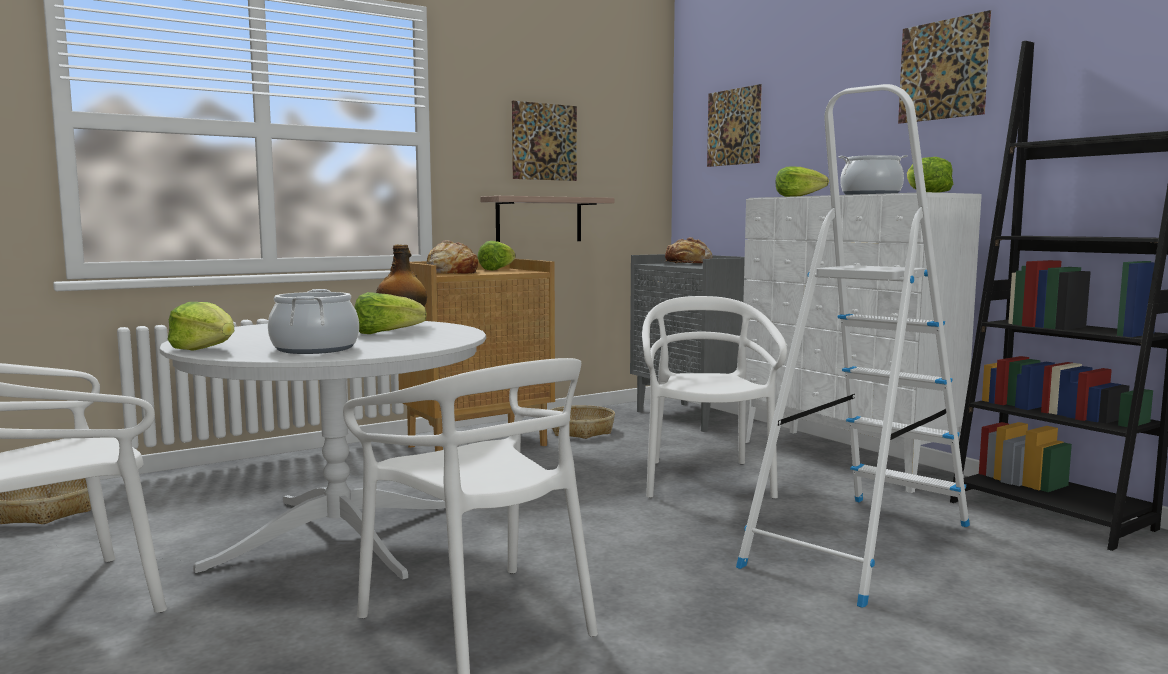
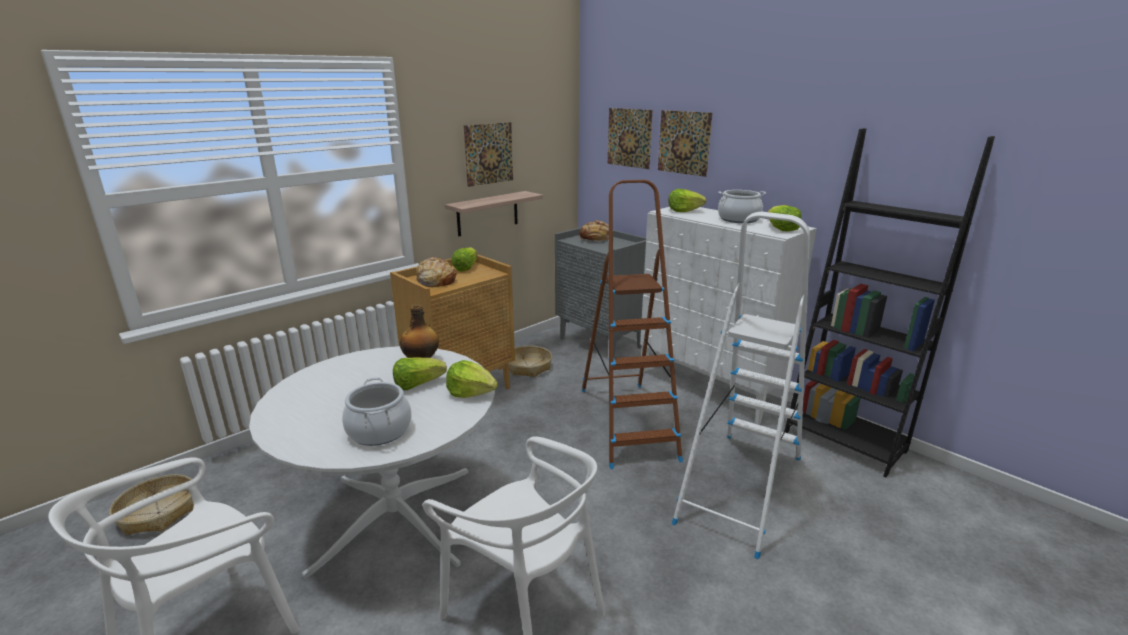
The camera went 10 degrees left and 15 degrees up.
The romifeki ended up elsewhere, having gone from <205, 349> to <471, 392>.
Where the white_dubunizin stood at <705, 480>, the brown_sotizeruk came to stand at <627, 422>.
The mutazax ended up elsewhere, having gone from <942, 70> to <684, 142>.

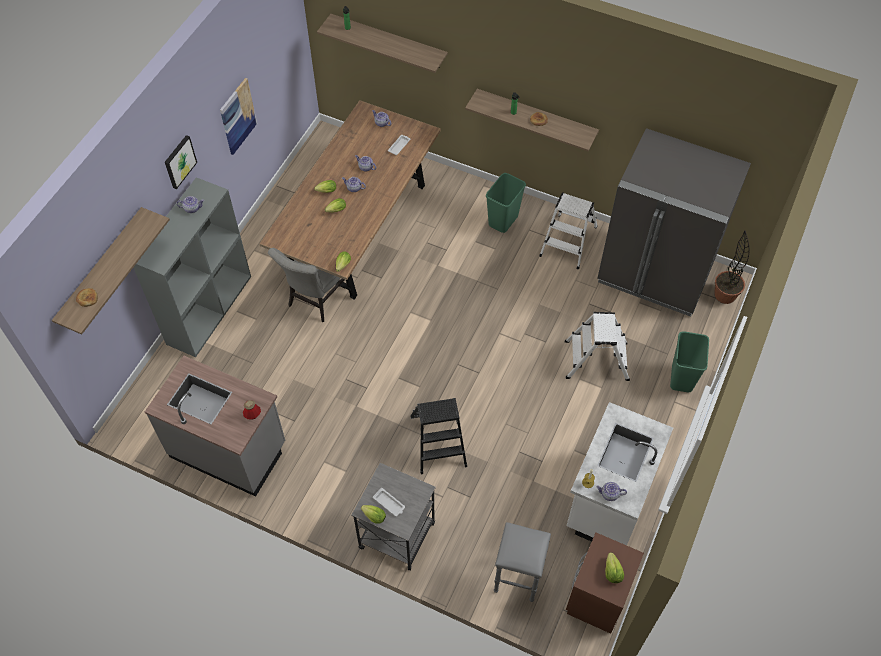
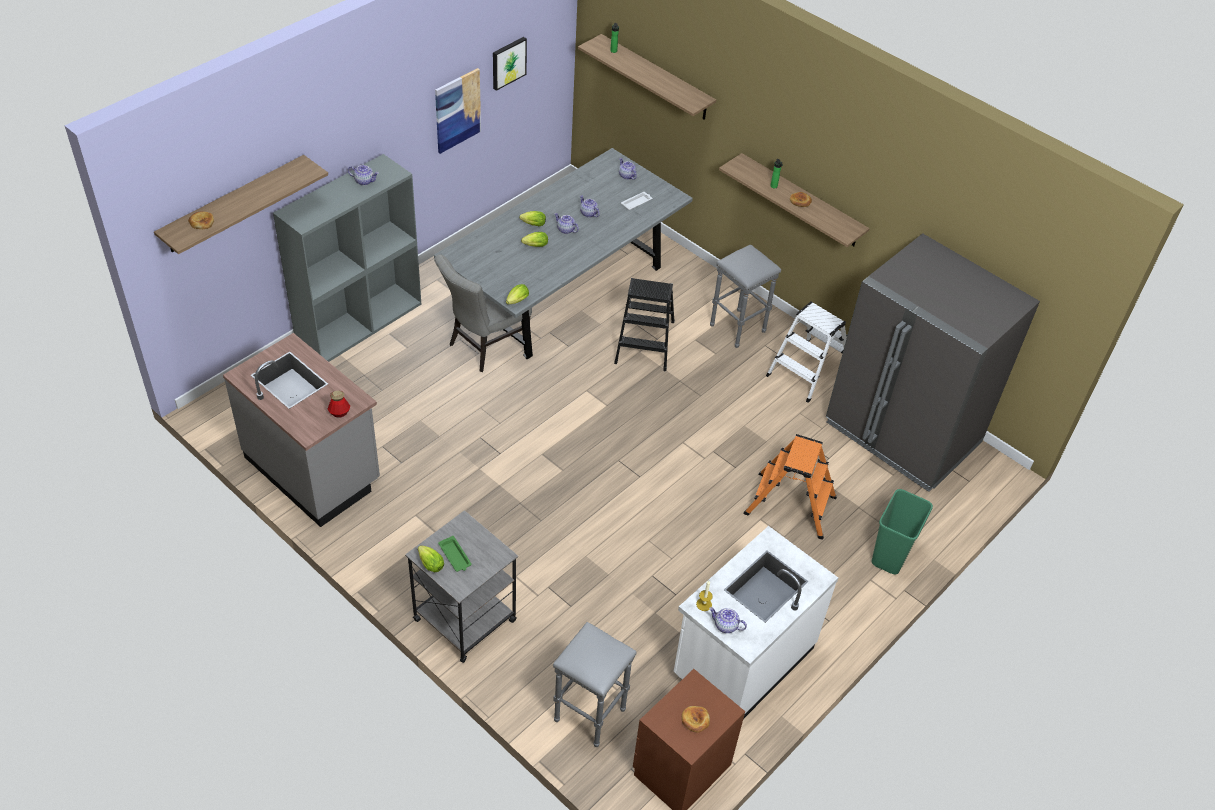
The camera went 15 degrees right and 10 degrees down.
The mutazax ended up elsewhere, having gone from <179, 161> to <508, 62>.
What was the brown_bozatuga at <358, 228> turned into the grey_bozatuga at <564, 289>.
What was the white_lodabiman at <389, 503> turned into the green_lodabiman at <455, 556>.
The black_sotizeruk ended up elsewhere, having gone from <438, 440> to <644, 341>.
Where the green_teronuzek stood at <503, 220>, the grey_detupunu came to stand at <737, 327>.
What was the white_sotizeruk at <596, 360> turned into the orange_sotizeruk at <790, 505>.
Where the romifeki stood at <612, 572>, the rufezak came to stand at <695, 720>.
The second view lost the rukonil at <725, 295>.

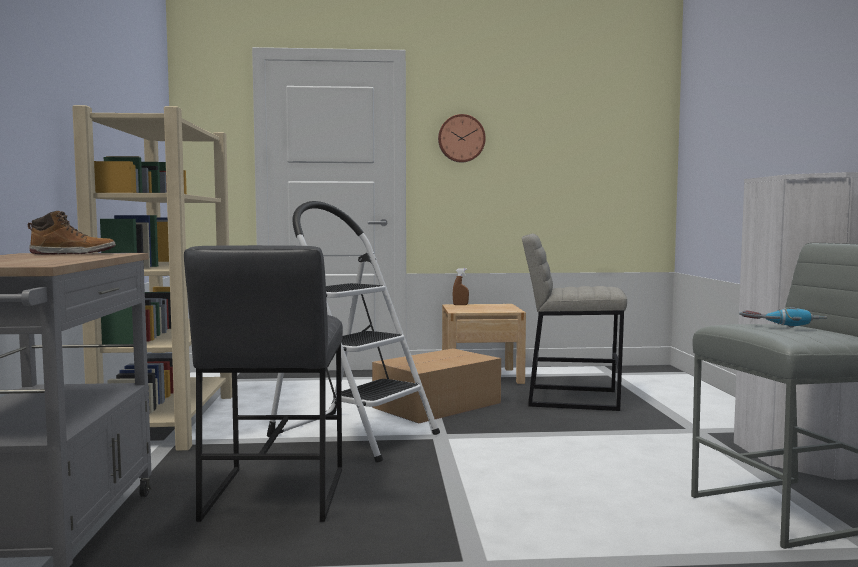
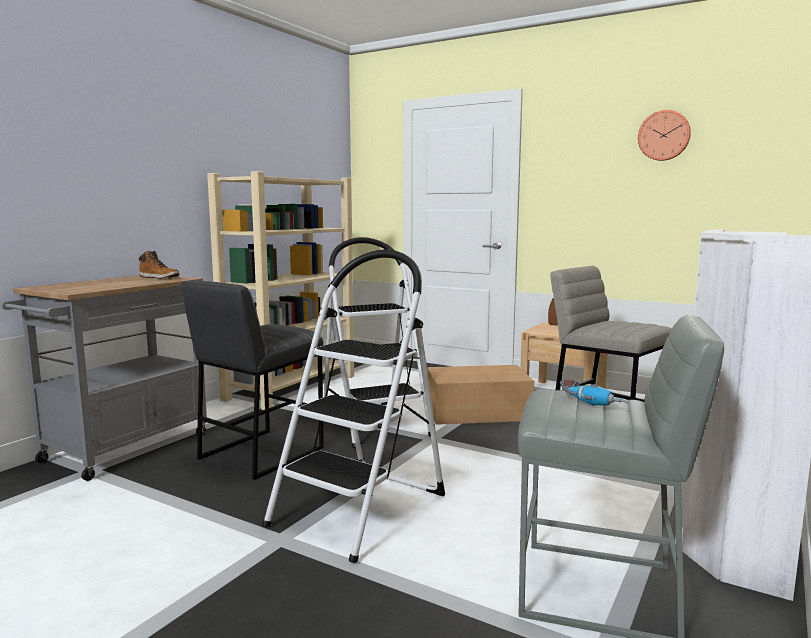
The camera went 35 degrees right and 5 degrees up.
The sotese ended up elsewhere, having gone from <461, 138> to <664, 135>.
The second view gained the sotizeruk at <363, 509>.

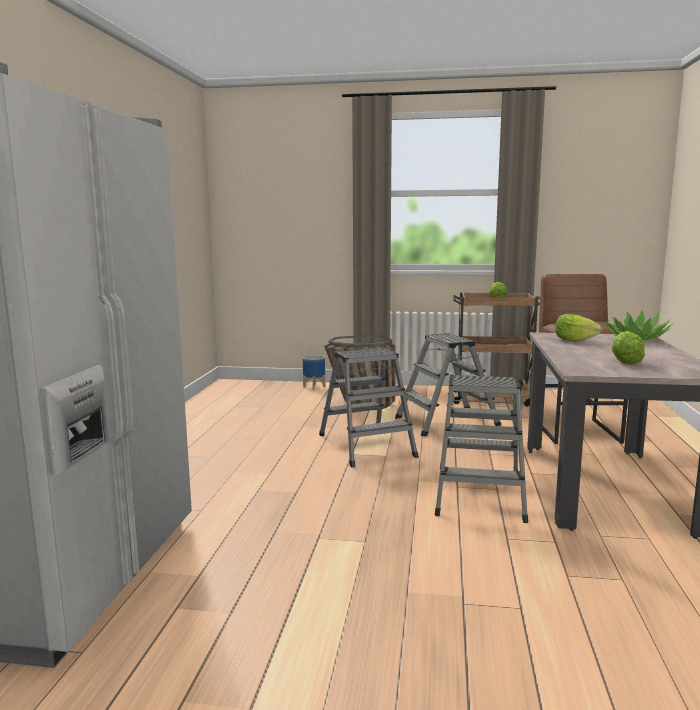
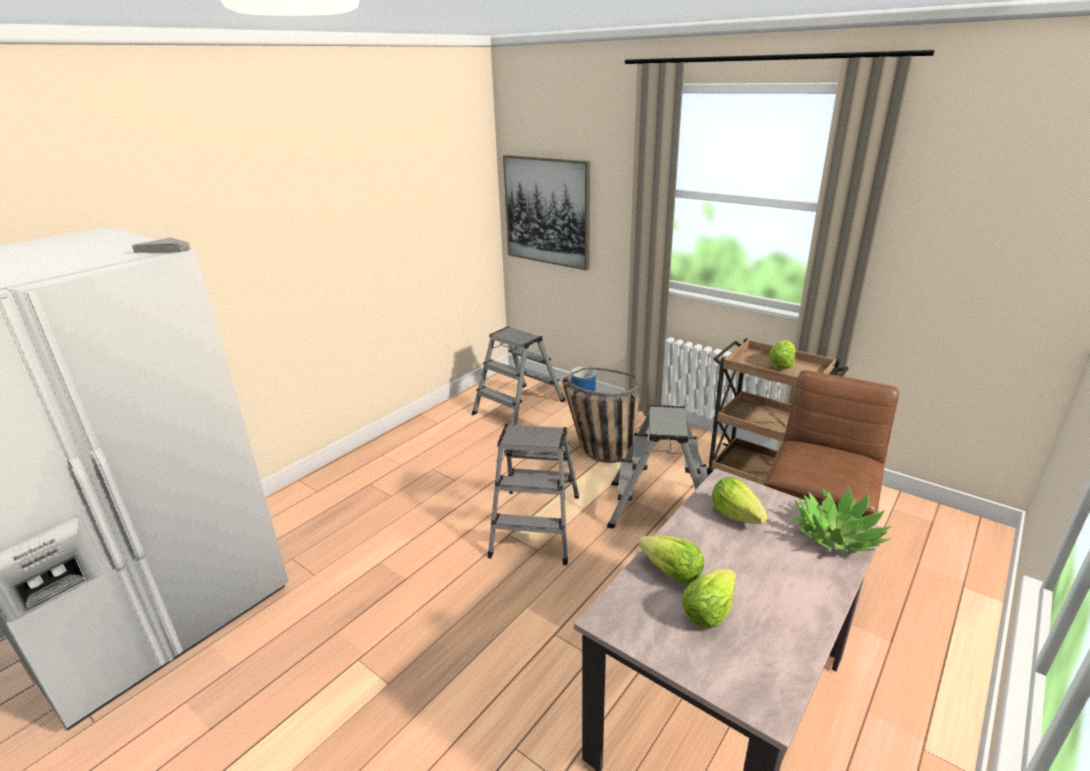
The camera went 30 degrees right and 15 degrees up.
The grey_sotizeruk ended up elsewhere, having gone from <479, 492> to <519, 407>.
The second view gained the mutazax at <547, 211>.
The second view gained the romifeki at <671, 573>.

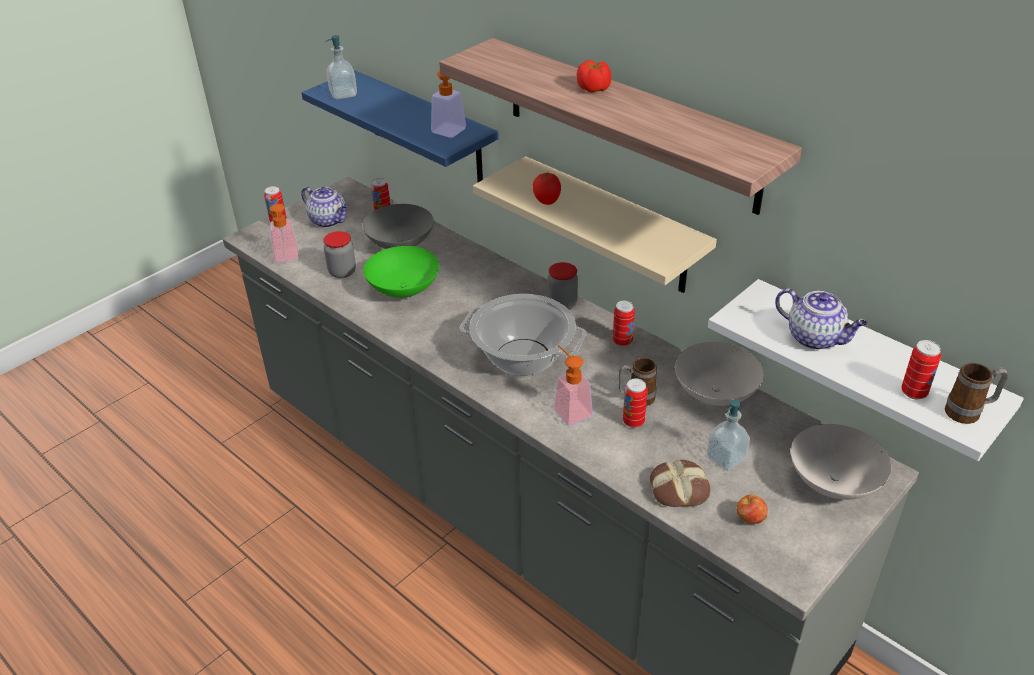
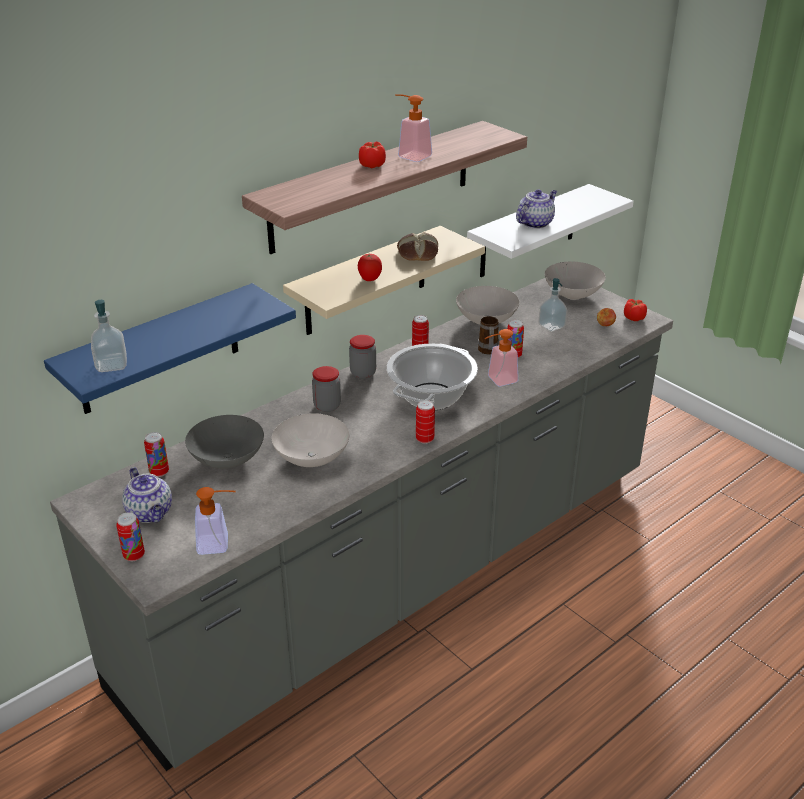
The camera went 85 degrees left and 5 degrees down.
The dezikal at <329, 220> ended up facing another way, 105 degrees clockwise from before.
The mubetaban ended up elsewhere, having gone from <342, 272> to <327, 406>.
What was the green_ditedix at <402, 290> turned into the white_ditedix at <312, 459>.
The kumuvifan ended up elsewhere, having gone from <452, 128> to <410, 155>.
The rufezak ended up elsewhere, having gone from <679, 488> to <417, 253>.
The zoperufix ended up elsewhere, having gone from <914, 392> to <425, 439>.
The second view lost the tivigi at <969, 413>.
The second view gained the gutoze at <634, 318>.

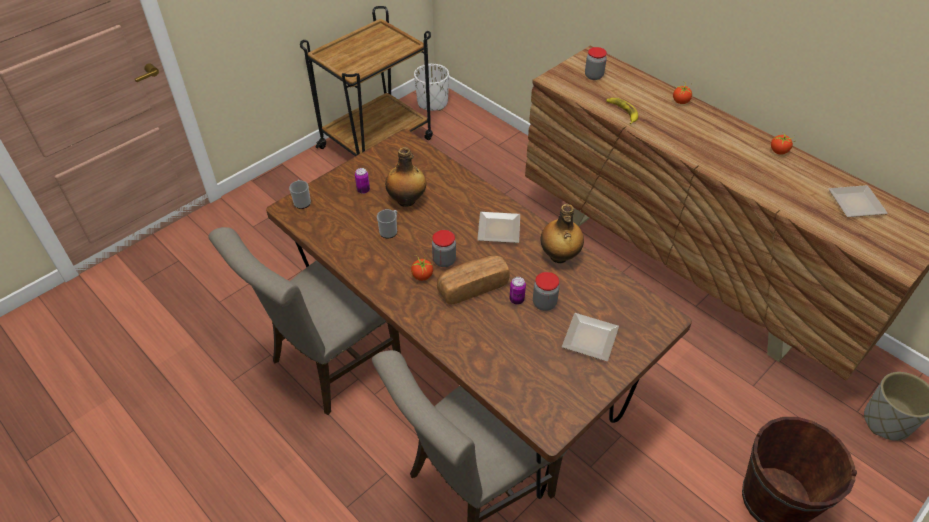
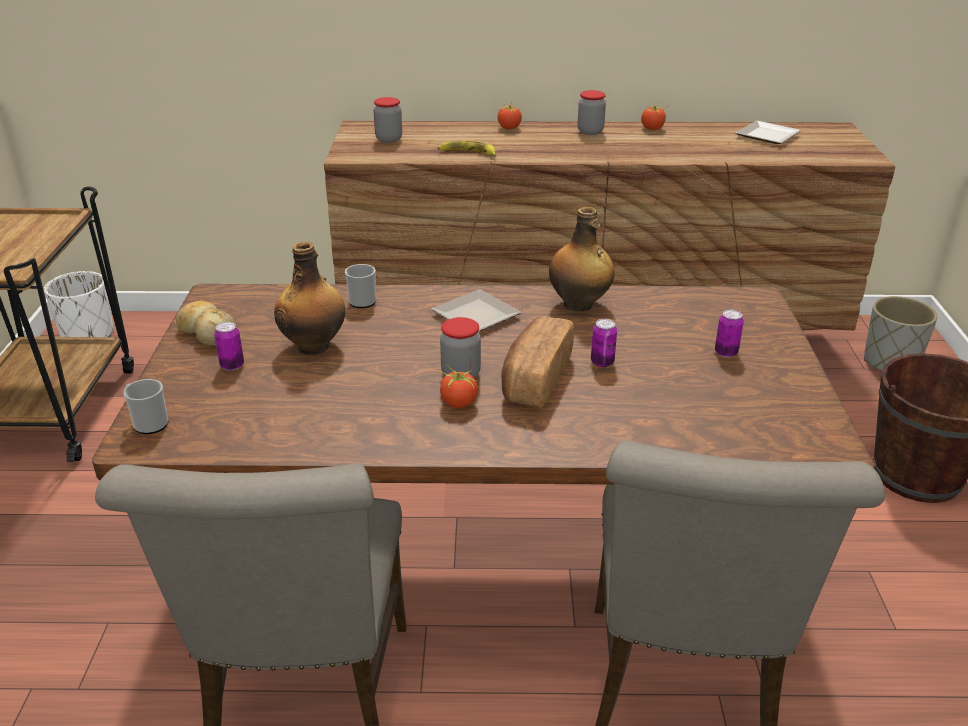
The camera went 45 degrees left and 15 degrees down.
The tivigi ended up elsewhere, having gone from <389, 231> to <362, 300>.
The mubetaban ended up elsewhere, having gone from <544, 303> to <590, 131>.
Where the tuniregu stood at <588, 339>, the zoperufix came to stand at <726, 352>.
The second view gained the rufezak at <207, 332>.

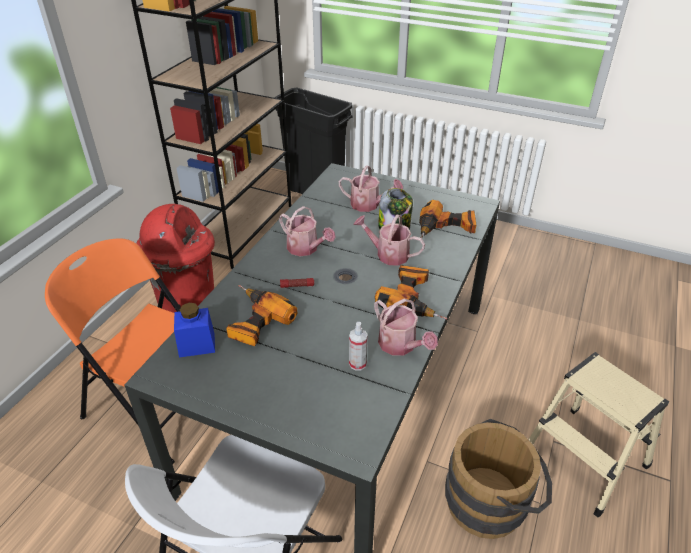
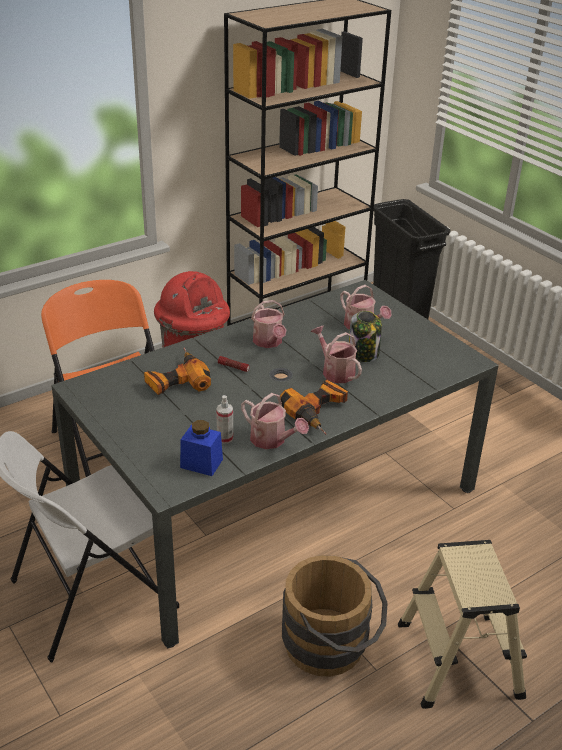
The camera went 30 degrees right and 5 degrees down.
The blue_mubetaban ended up elsewhere, having gone from <197, 345> to <201, 463>.
The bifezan at <401, 346> ended up facing another way, 45 degrees counterclockwise from before.
The second view lost the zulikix at <446, 230>.

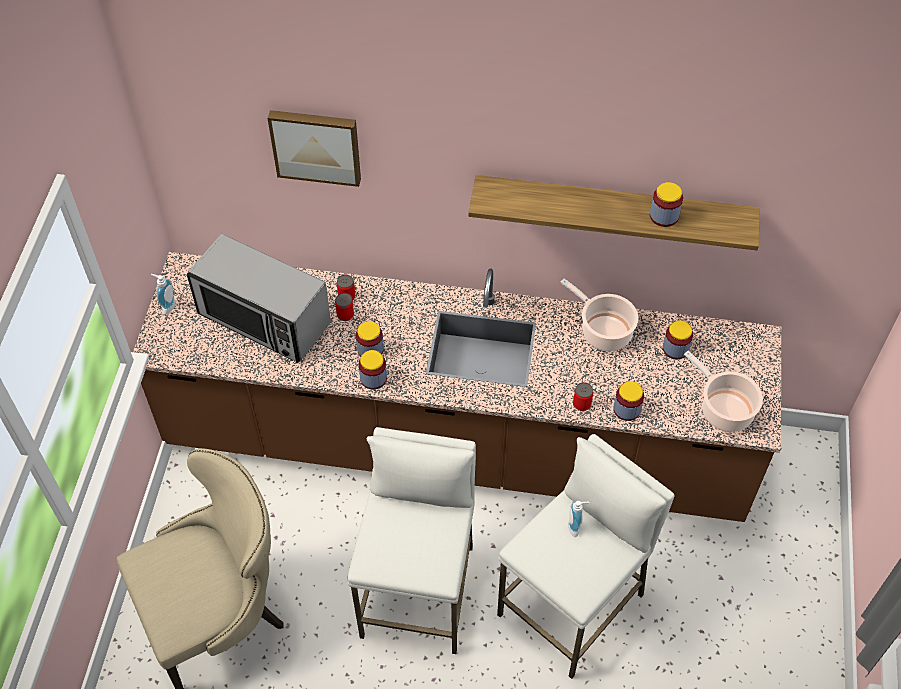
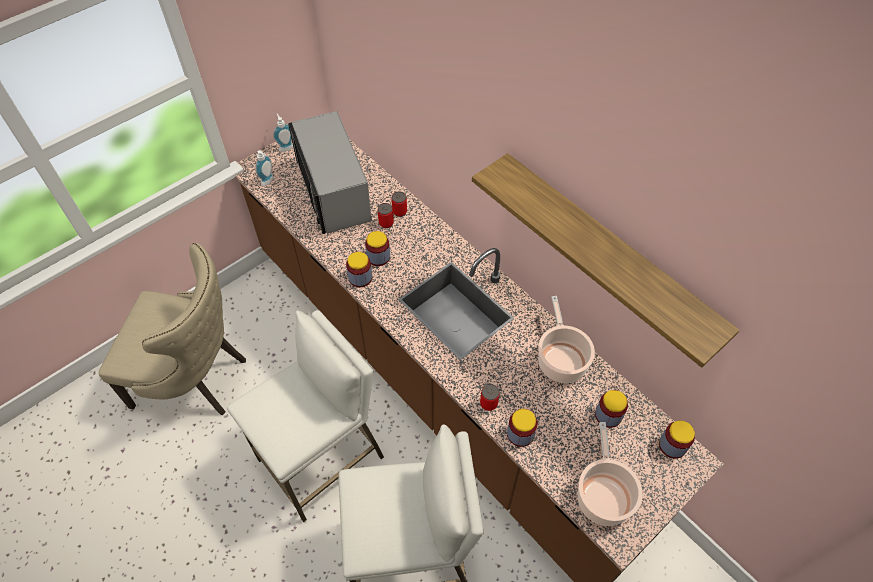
The camera went 40 degrees right and 0 degrees up.
The second view lost the mutazax at <316, 145>.
The kumuvifan ended up elsewhere, having gone from <576, 527> to <269, 182>.
The mubetaban ended up elsewhere, having gone from <664, 216> to <672, 445>.

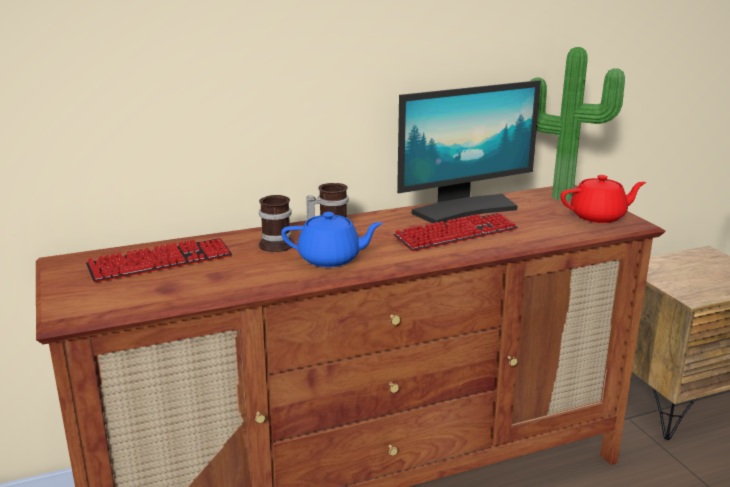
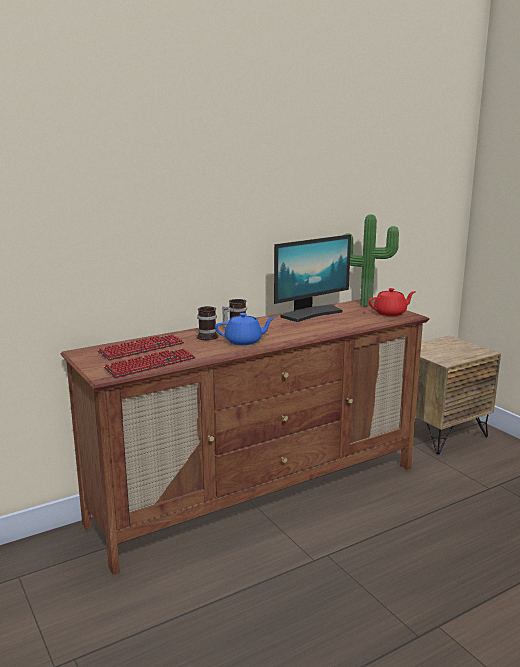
The camera went 10 degrees left and 5 degrees down.
The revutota ended up elsewhere, having gone from <456, 234> to <150, 364>.

